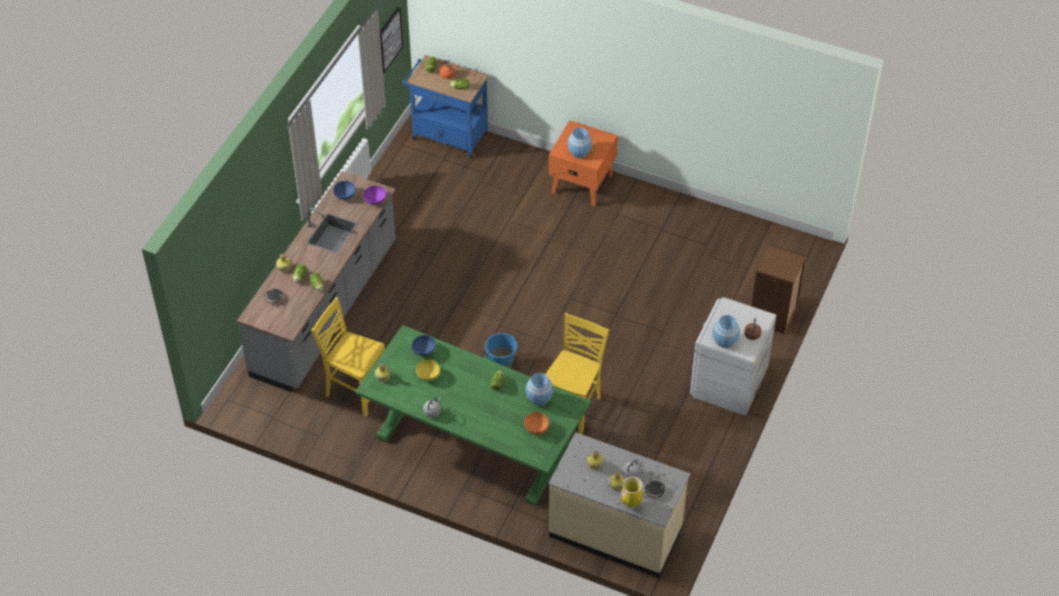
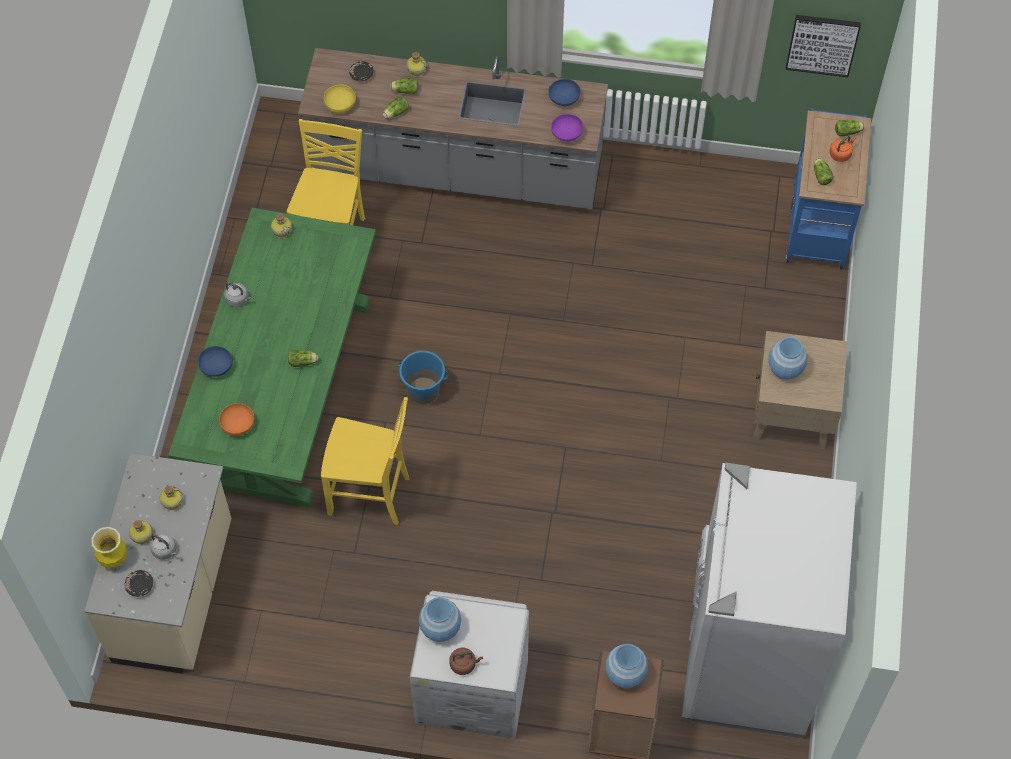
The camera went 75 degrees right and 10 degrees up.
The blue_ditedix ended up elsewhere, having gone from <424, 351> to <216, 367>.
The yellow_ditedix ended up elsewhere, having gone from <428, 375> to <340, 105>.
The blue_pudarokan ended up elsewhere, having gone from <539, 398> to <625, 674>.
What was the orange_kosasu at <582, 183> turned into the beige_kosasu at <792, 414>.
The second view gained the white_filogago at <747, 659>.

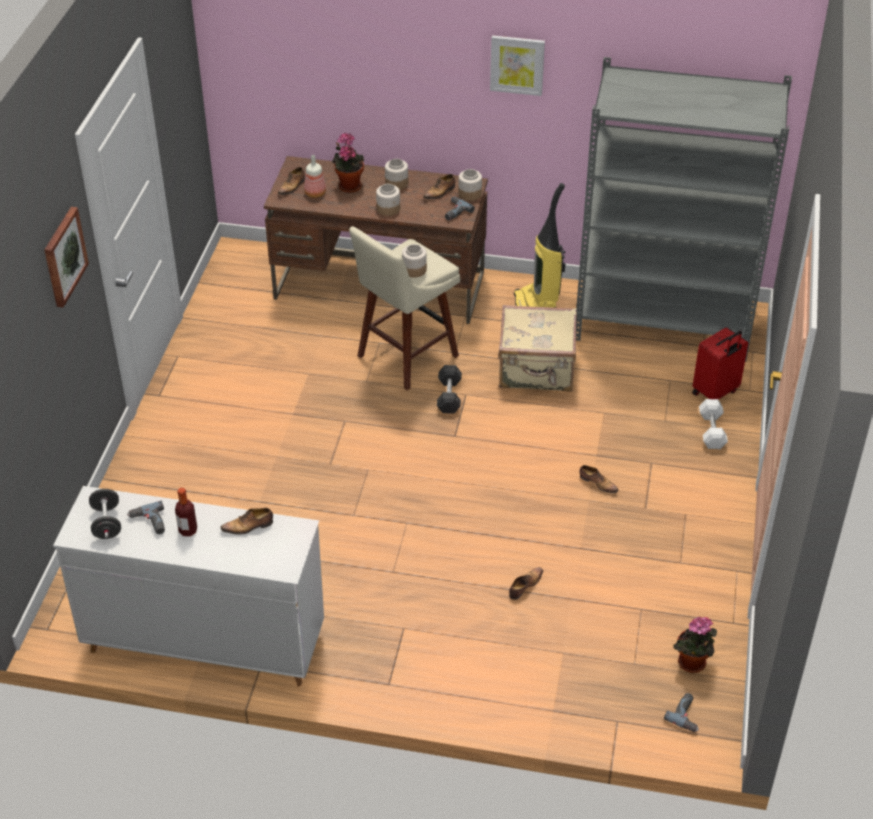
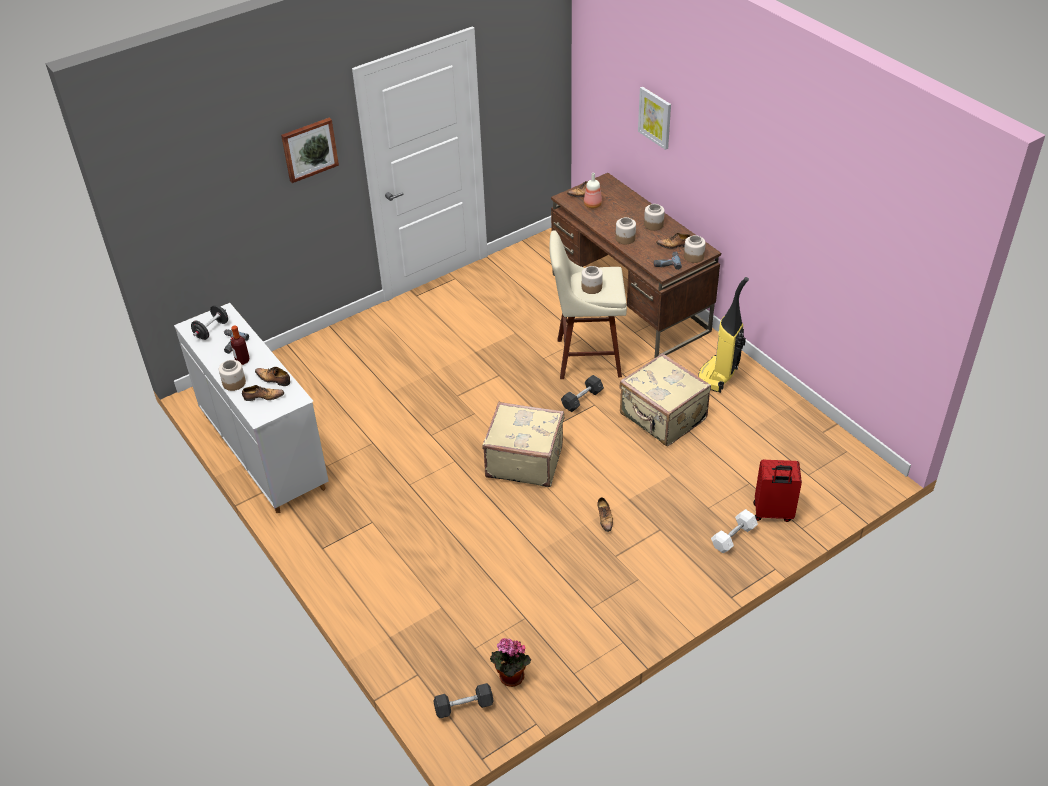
The camera went 45 degrees right and 0 degrees up.
The second view lost the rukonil at <349, 185>.
The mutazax ended up elsewhere, having gone from <517, 64> to <655, 117>.
The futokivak ended up elsewhere, having gone from <525, 586> to <263, 397>.
The second view lost the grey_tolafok at <663, 322>.
Where the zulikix stood at <687, 715>, the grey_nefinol came to stand at <464, 706>.
The second view gained the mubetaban at <234, 383>.
The second view gained the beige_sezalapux at <524, 460>.

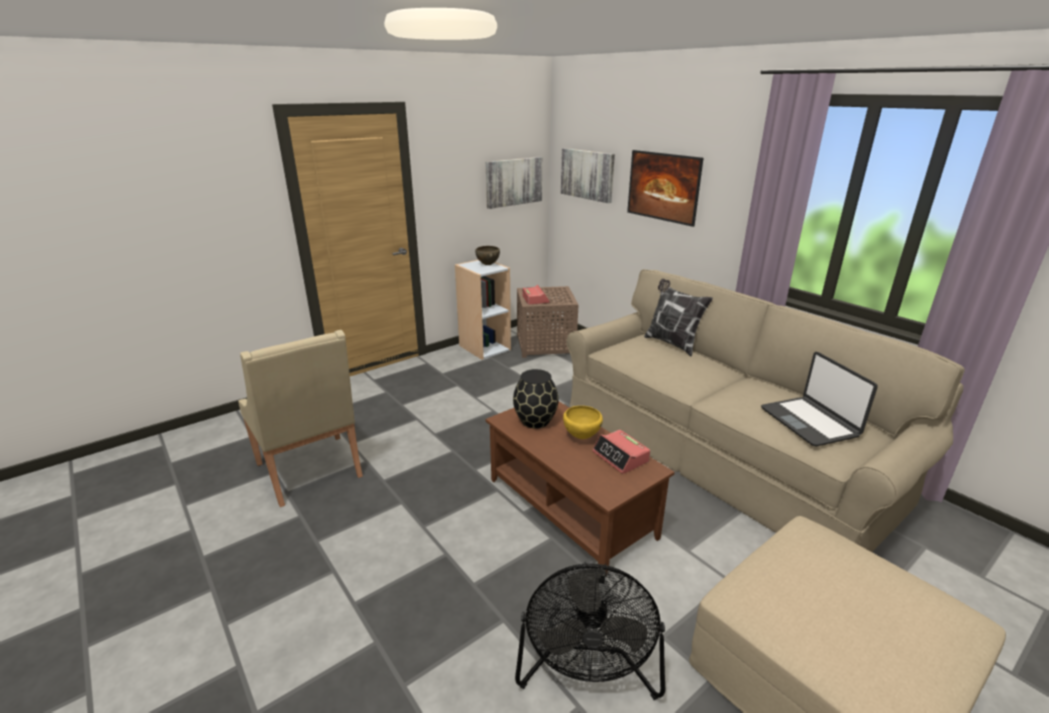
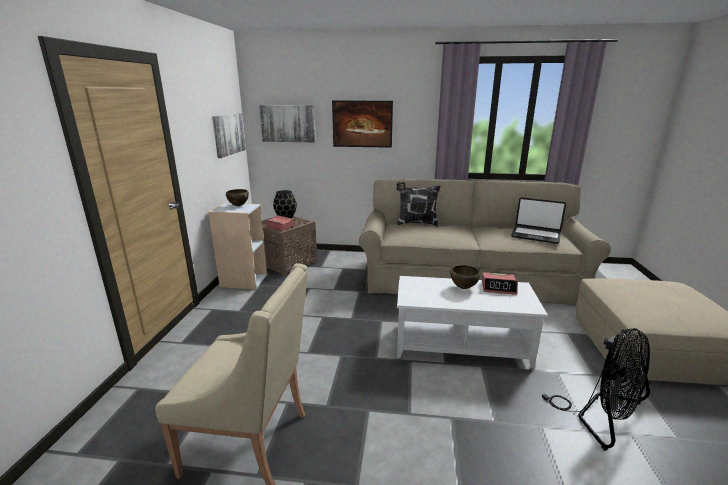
The camera went 45 degrees left and 5 degrees down.
What was the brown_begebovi at <571, 507> turned into the white_begebovi at <461, 344>.
The black_pudarokan ended up elsewhere, having gone from <534, 420> to <285, 217>.
What was the yellow_ditedix at <581, 436> turned into the brown_ditedix at <463, 288>.

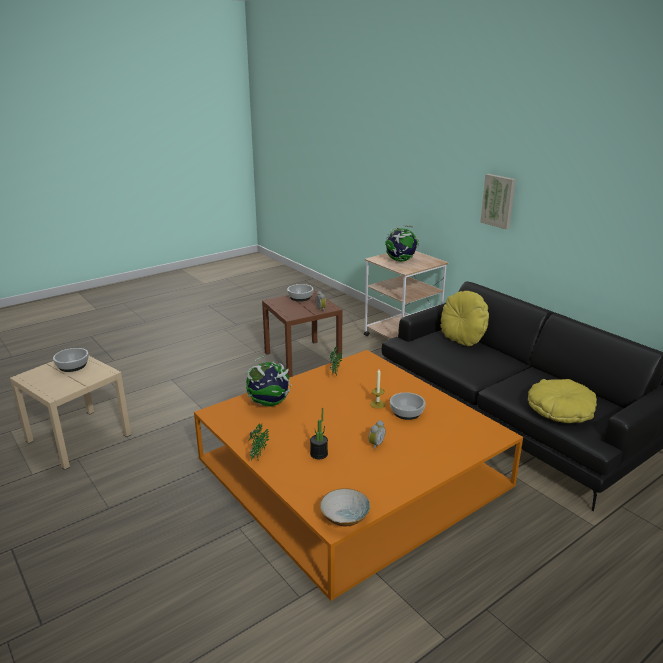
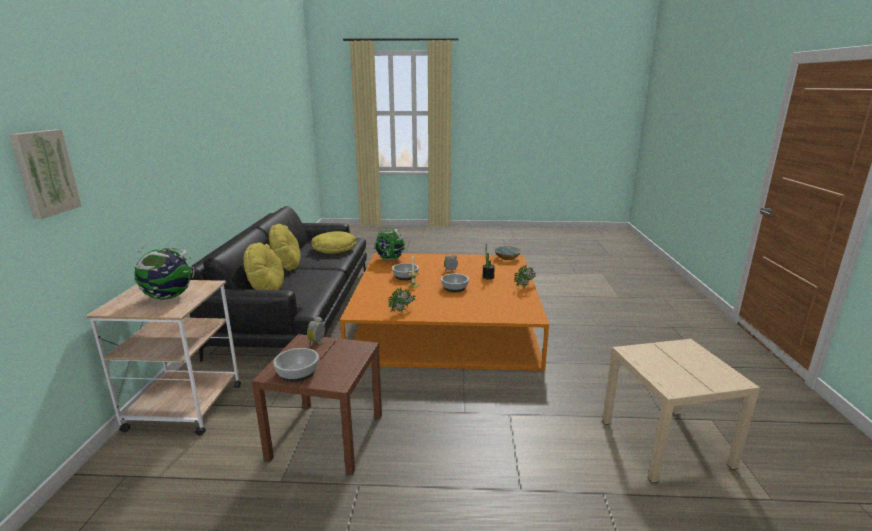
The camera went 140 degrees left and 5 degrees down.
The ditedix ended up elsewhere, having gone from <72, 366> to <455, 288>.
The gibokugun ended up elsewhere, having gone from <269, 403> to <390, 259>.
The mutazax ended up elsewhere, having gone from <499, 201> to <44, 173>.
The second view gained the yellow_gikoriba at <287, 267>.

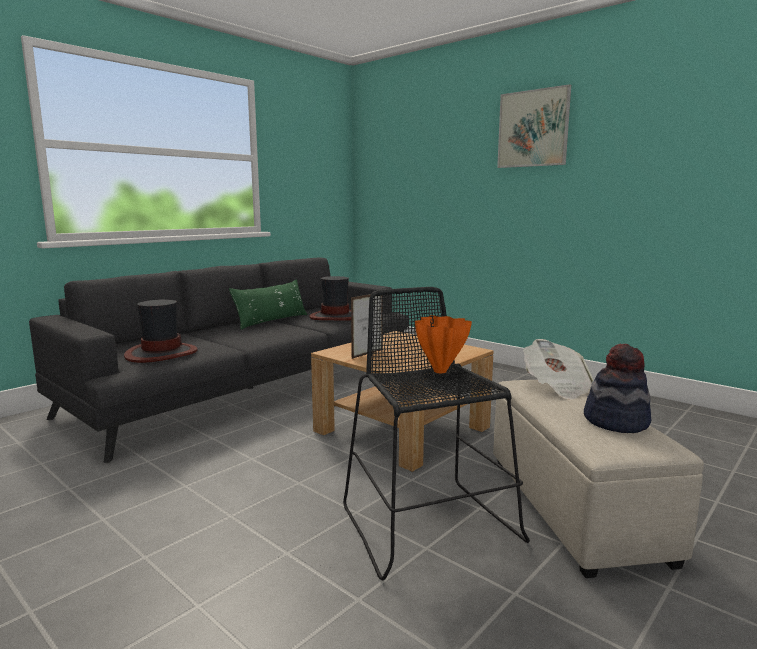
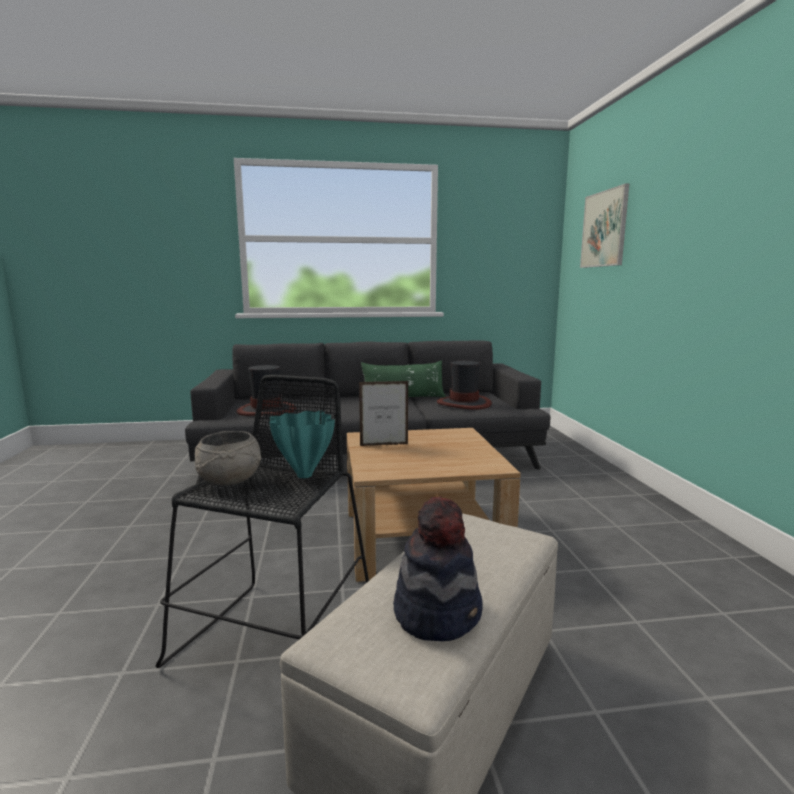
The camera went 40 degrees right and 0 degrees up.
What was the orange_pudarokan at <440, 371> turned into the turquoise_pudarokan at <303, 476>.
The mutazax ended up elsewhere, having gone from <533, 128> to <604, 229>.
The second view lost the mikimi at <557, 387>.
The second view gained the grey_ditedix at <230, 481>.

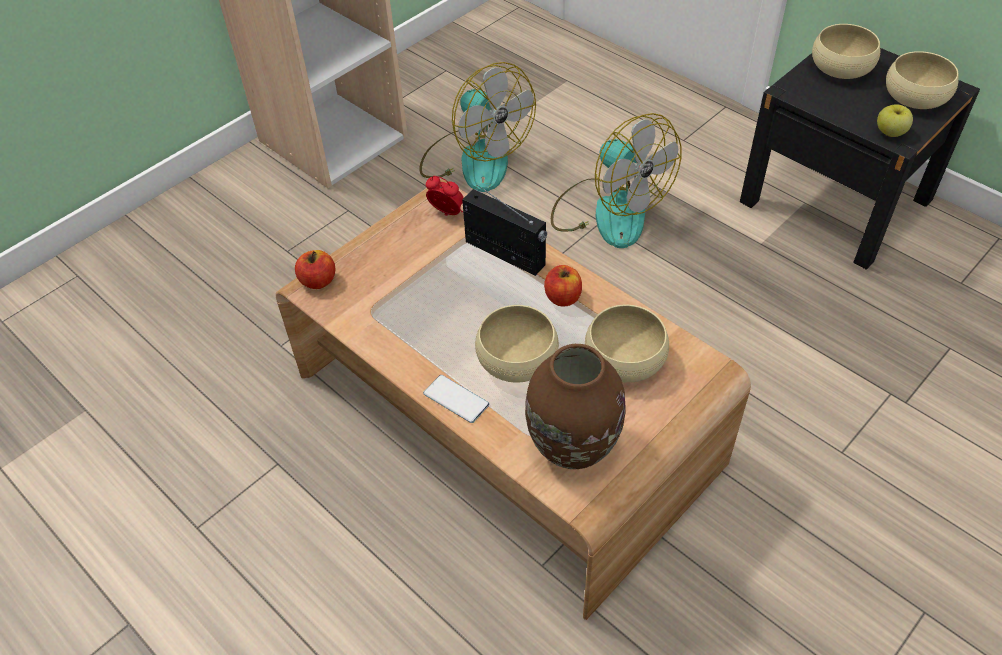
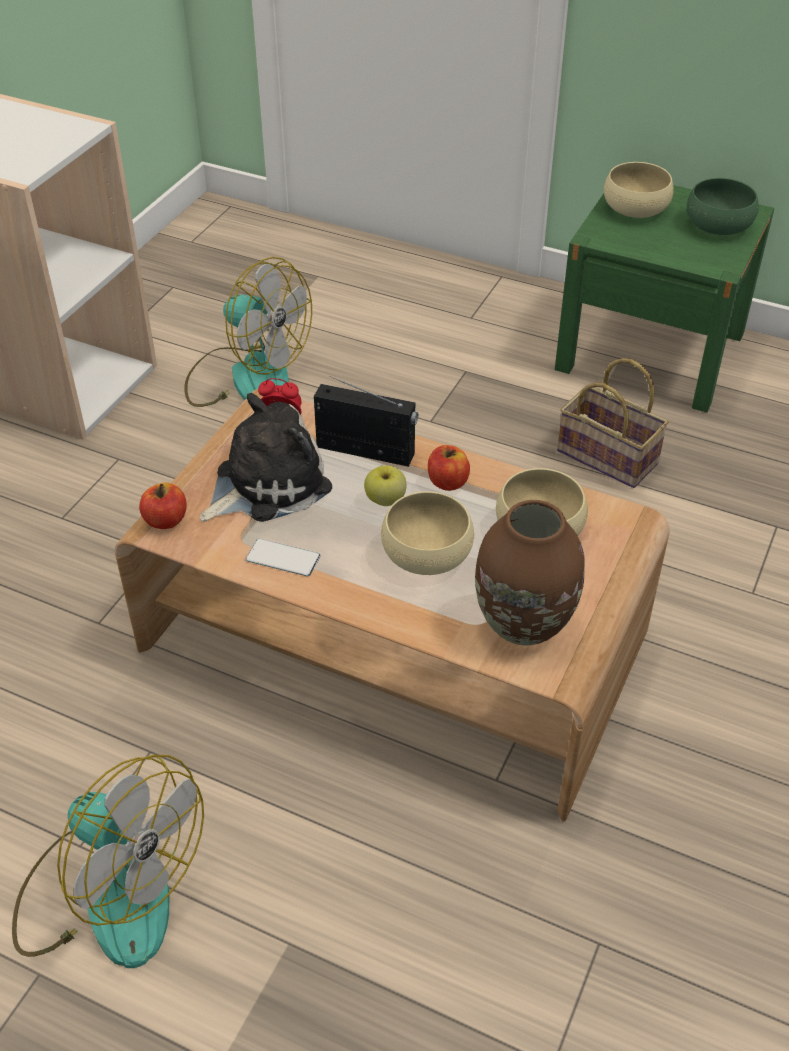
The camera went 20 degrees left and 5 degrees down.
The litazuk ended up elsewhere, having gone from <456, 399> to <283, 558>.
The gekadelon ended up elsewhere, having gone from <608, 211> to <109, 892>.
What was the black_kosasu at <835, 201> turned into the green_kosasu at <650, 351>.
The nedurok ended up elsewhere, having gone from <890, 133> to <385, 500>.
What was the beige_ditedix at <915, 97> turned into the green_ditedix at <718, 224>.
The second view gained the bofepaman at <266, 483>.
The second view gained the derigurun at <610, 457>.

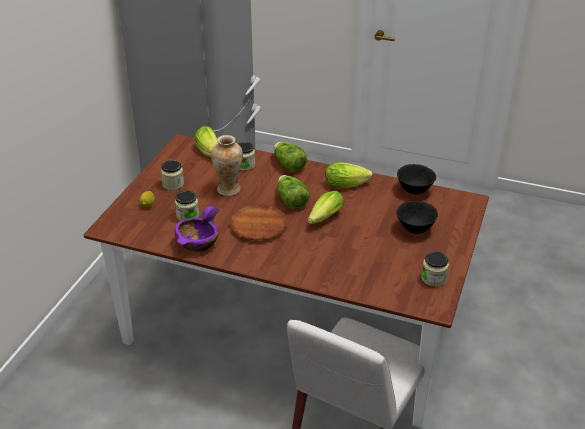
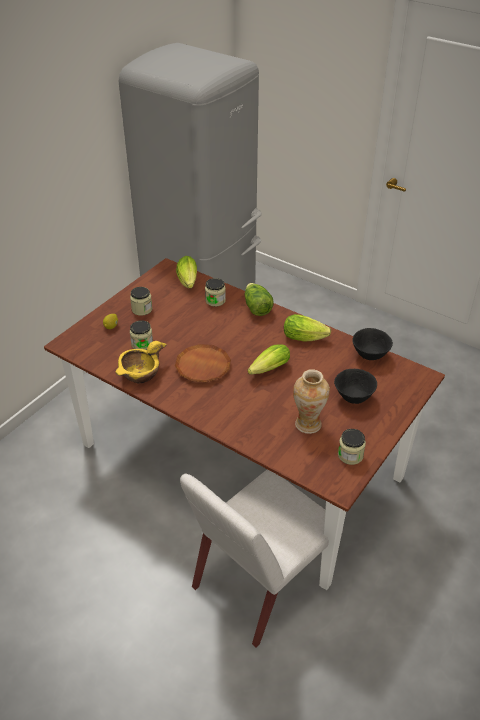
The camera went 15 degrees right and 5 degrees up.
What was the purple_ditedix at <198, 243> turned into the yellow_ditedix at <140, 374>.
The pudarokan ended up elsewhere, having gone from <228, 189> to <308, 424>.
The second view lost the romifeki at <291, 201>.

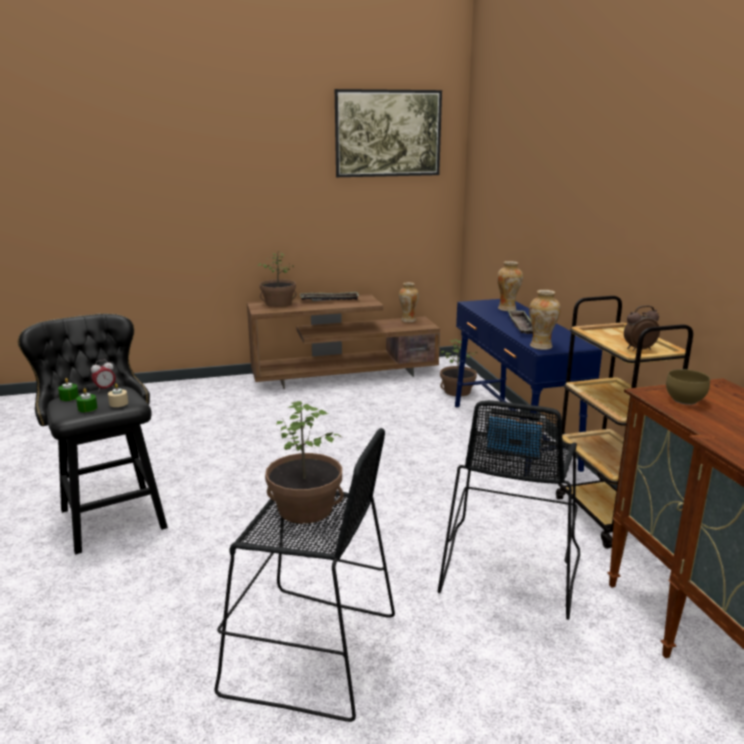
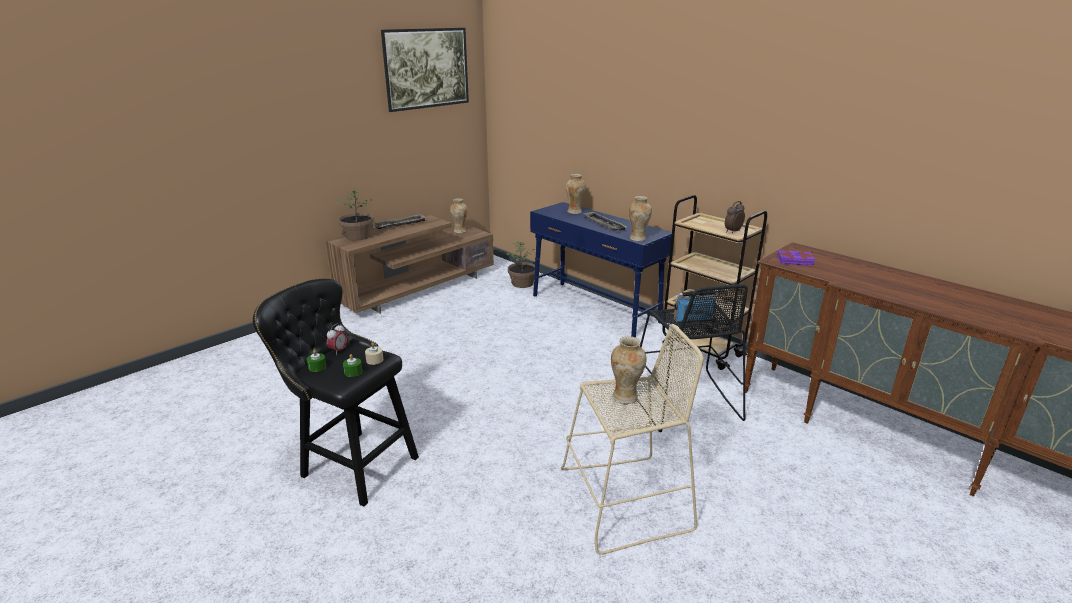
The camera went 30 degrees left and 5 degrees up.
What was the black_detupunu at <309, 652> turned into the beige_detupunu at <623, 501>.
Where the rukonil stood at <305, 509>, the pudarokan came to stand at <625, 397>.
Where the brown_ditedix stood at <683, 400>, the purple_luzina came to stand at <795, 261>.

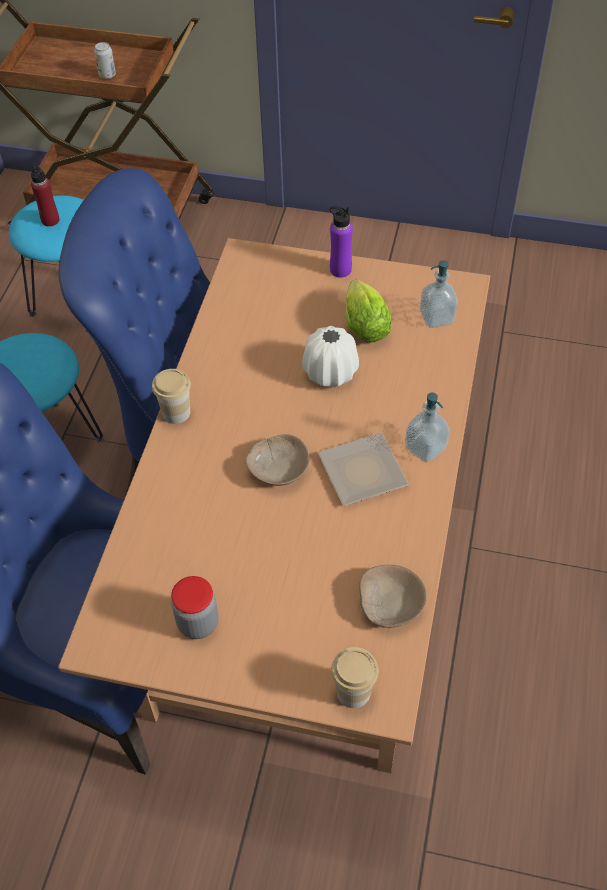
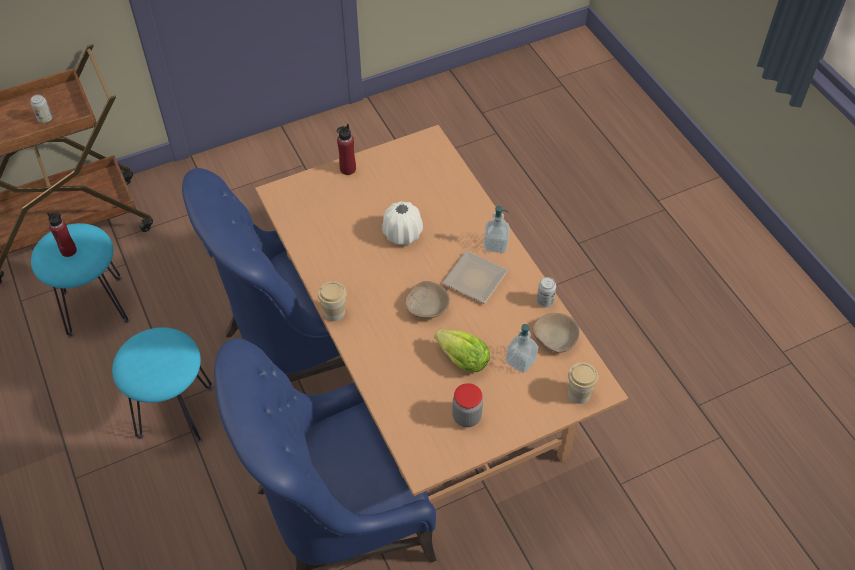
The camera went 40 degrees left and 0 degrees up.
What was the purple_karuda at <340, 270> turned into the red_karuda at <347, 169>.
The romifeki ended up elsewhere, having gone from <363, 324> to <460, 358>.
The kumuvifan ended up elsewhere, having gone from <437, 317> to <520, 361>.
The second view gained the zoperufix at <545, 301>.

